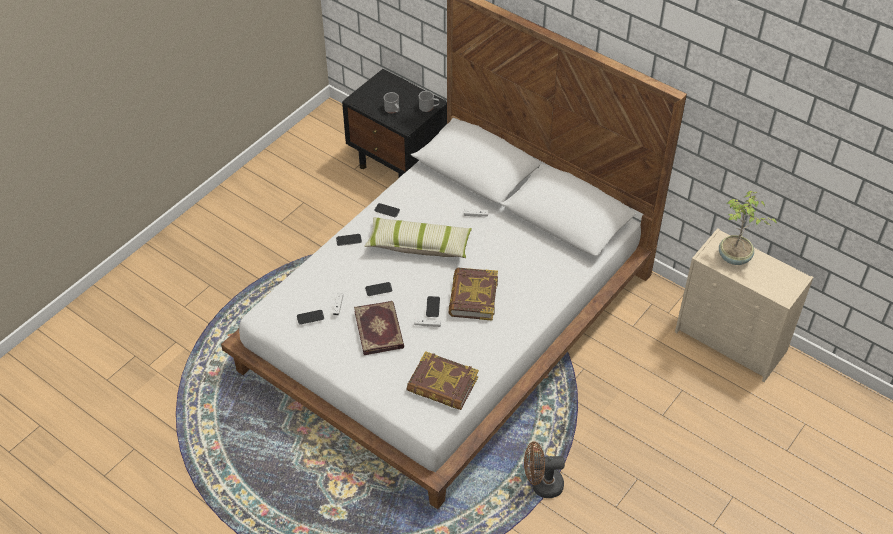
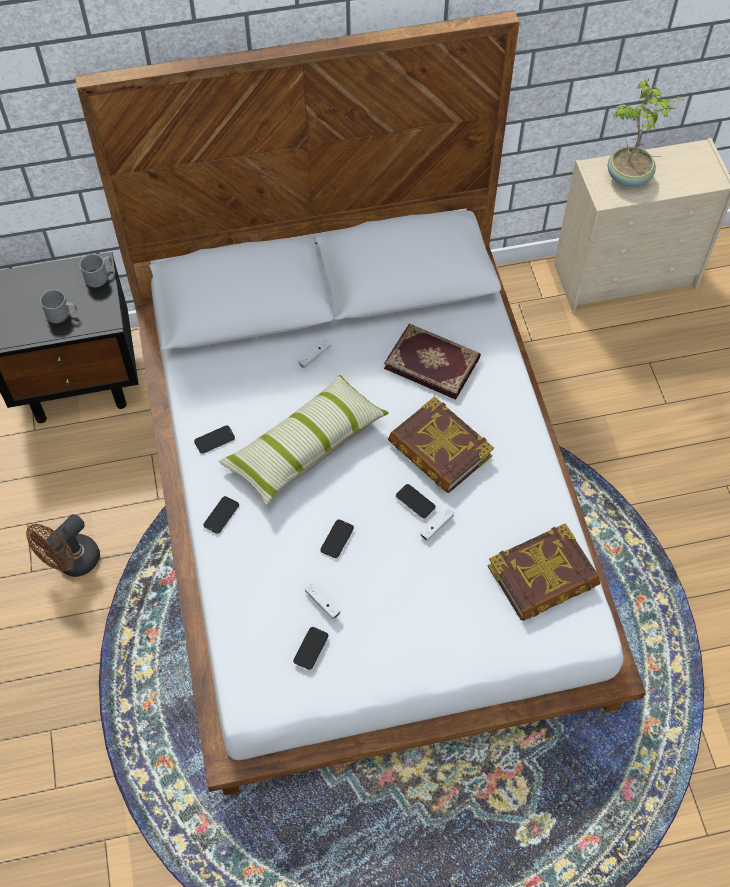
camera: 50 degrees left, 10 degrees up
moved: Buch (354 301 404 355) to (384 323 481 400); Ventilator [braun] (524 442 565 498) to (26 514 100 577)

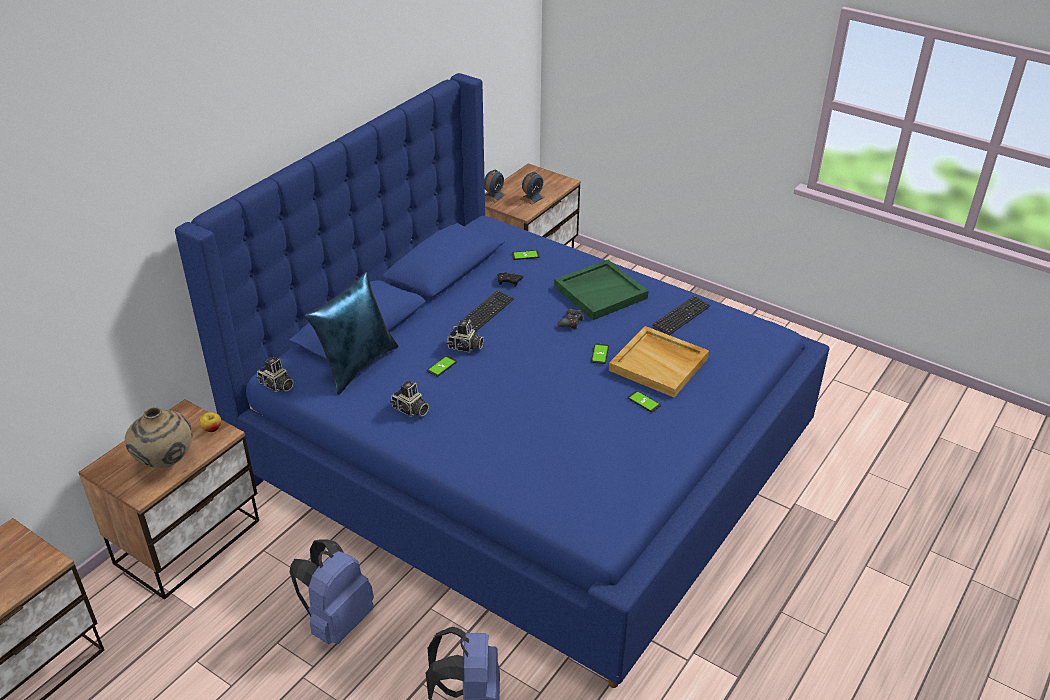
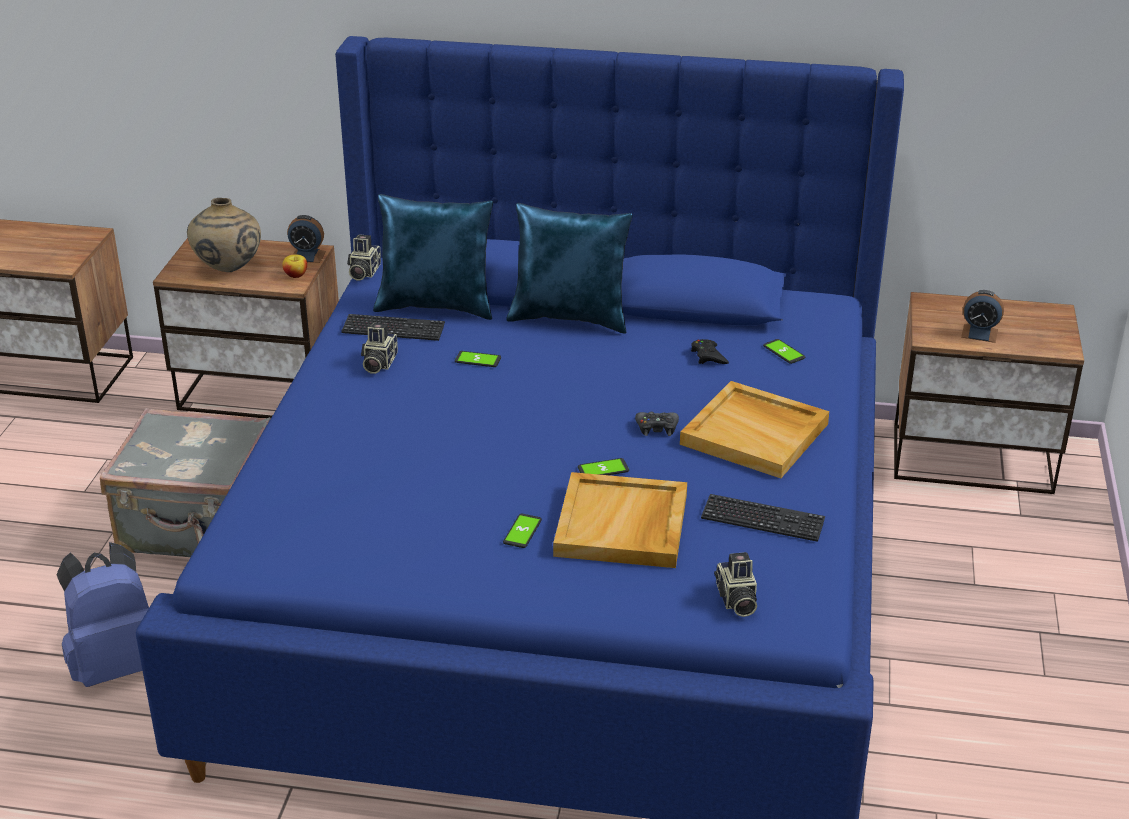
camera: 65 degrees right, 5 degrees down
added: Kissen [blau] (506 203 633 334)
moved: Kamera (447 320 484 353) to (714 552 757 617); Tastatur (458 290 514 332) to (341 314 445 341); Wecker (485 170 506 202) to (287 215 326 263)
replaced: Rucksack [blau] (290 539 374 644) to Koffer [grau] (100 408 271 557)
recoloured: Tablett [grün] (554 260 648 320) to Tablett [beige] (680 381 829 478)

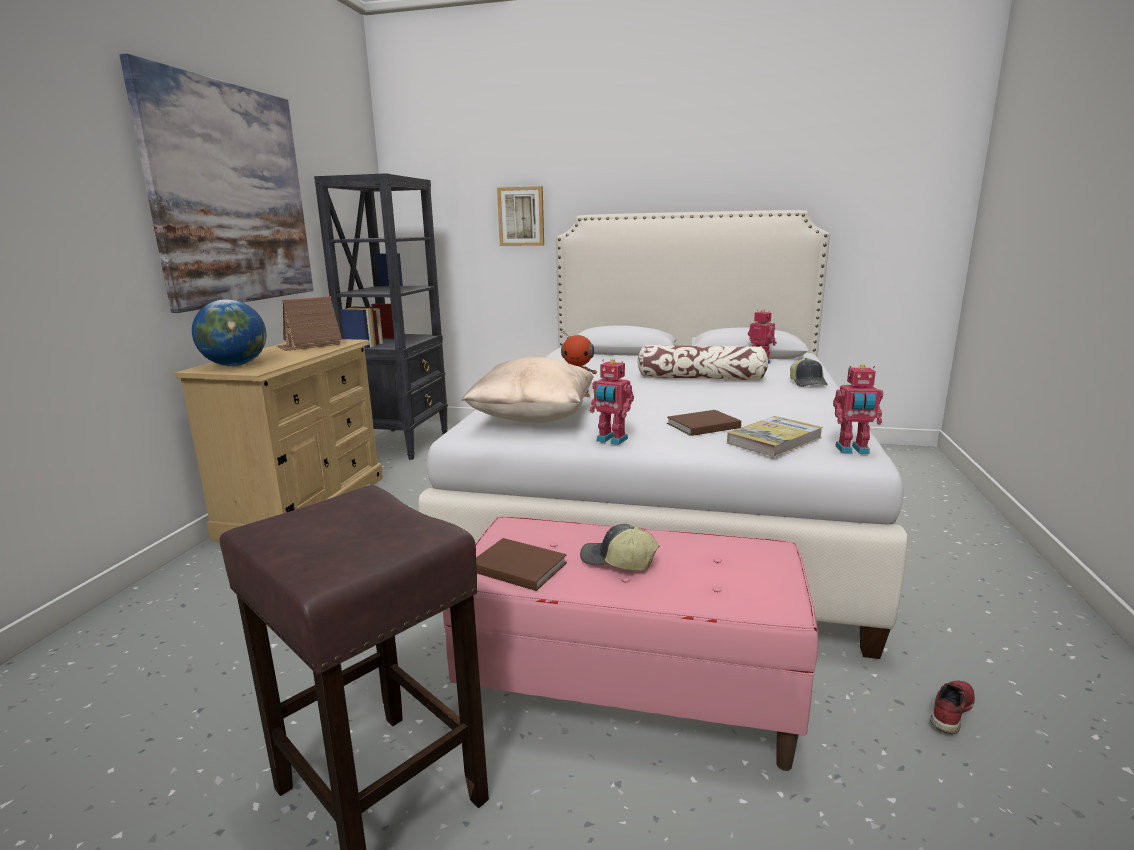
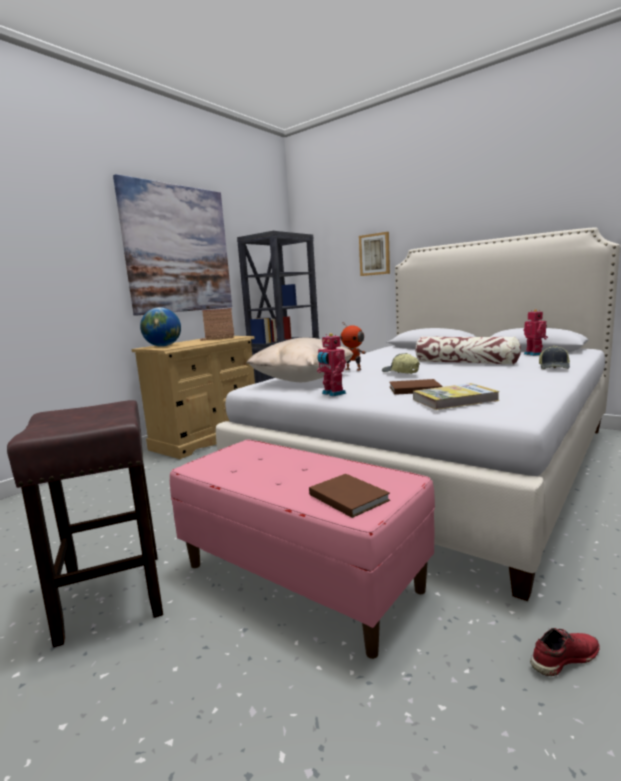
camera: 25 degrees right, 5 degrees down
removed: Spielzeugroboter (833 364 883 454)
moved: Buch [braun] (476 538 567 591) to (309 474 390 518); Kappe (580 524 659 571) to (382 353 420 374)

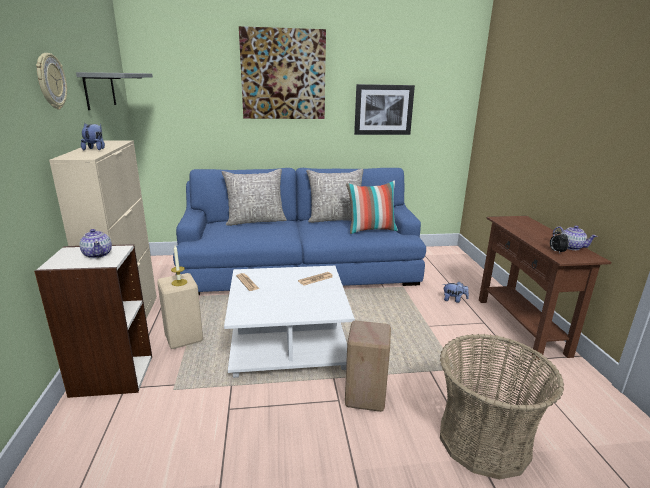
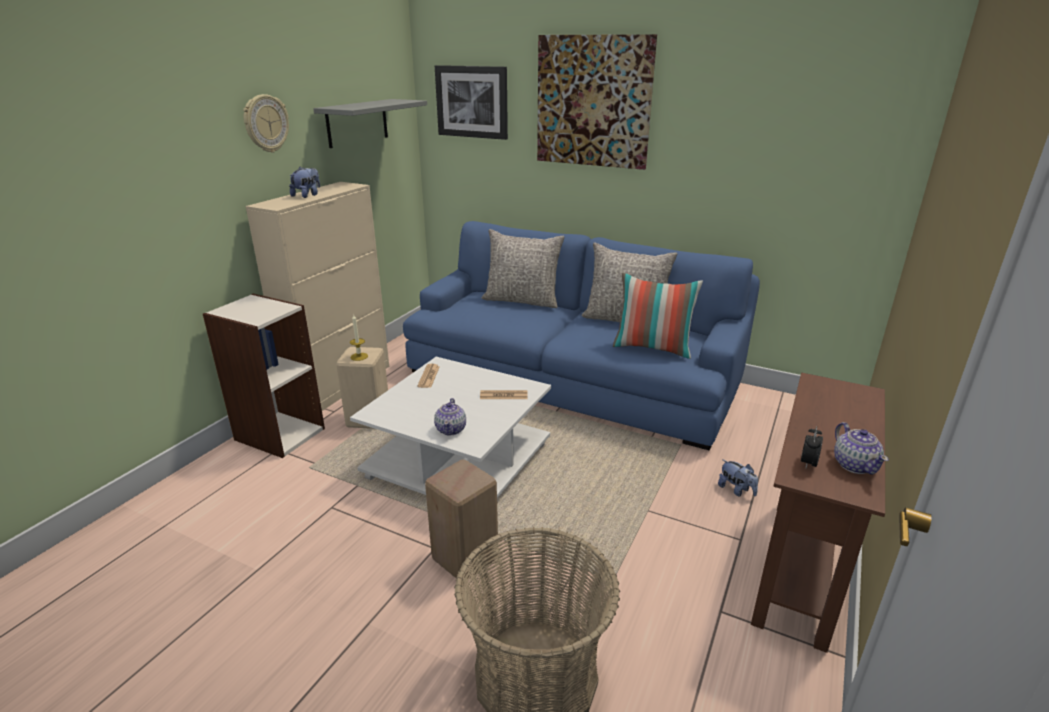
camera: 35 degrees right, 5 degrees up
moved: Teekanne (79 229 112 259) to (434 398 466 435); Bild (354 84 415 135) to (435 65 508 140)

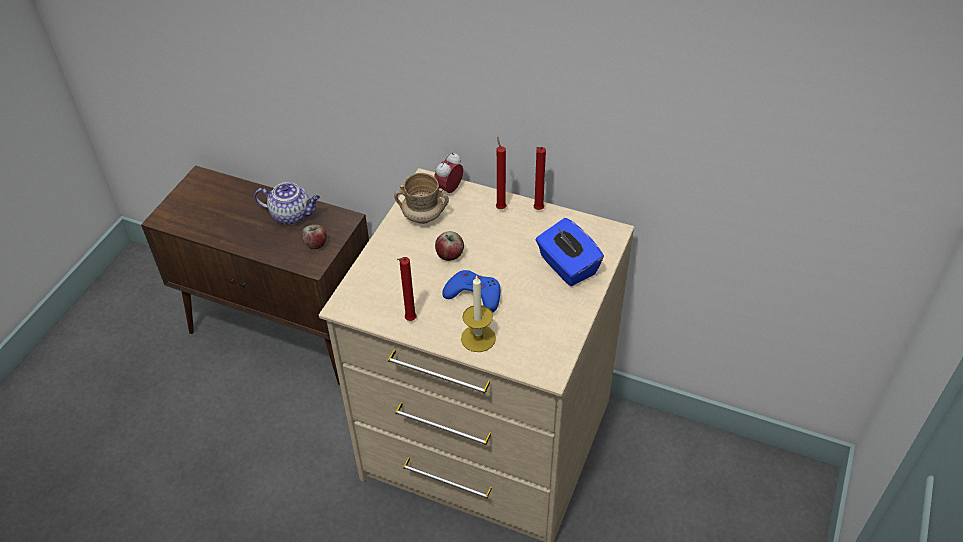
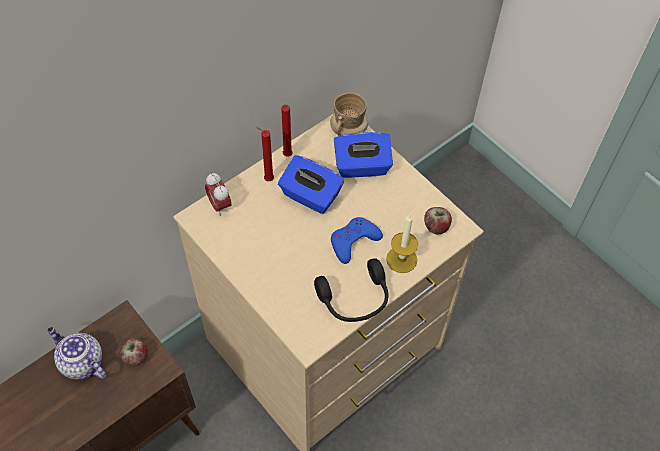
camera: 65 degrees left, 10 degrees up
added: Taschentuchbox [blau] (278 155 344 214)
moved: Henkelbecher [beige] (394 173 449 224) to (330 93 368 136); Apfel (435 231 464 261) to (424 207 452 235)
replaced: Kerze [rot] (397 257 417 321) to Kopfhörer [schwarz] (314 258 389 322)
turned: Teekanne (254 182 320 225) = (47 327 106 380) 90 degrees counterclockwise

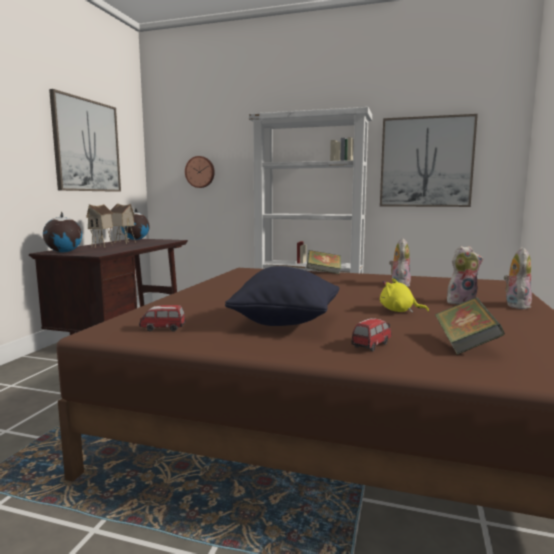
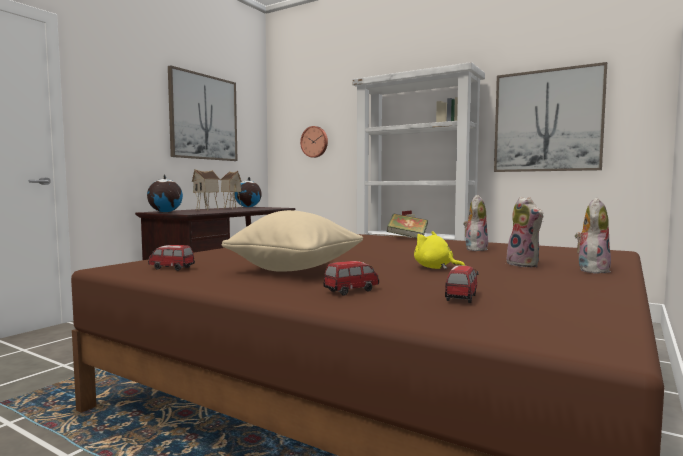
camera: 15 degrees right, 5 degrees down
replaced: Buch (435 298 505 355) to Spielzeugauto (445 265 479 303)
recoloured: Kissen [schwarz] (225 266 340 326) to Kissen [beige] (222 210 363 272)
turned: Plüschtier (447 246 483 305) = (506 197 544 268) 60 degrees clockwise

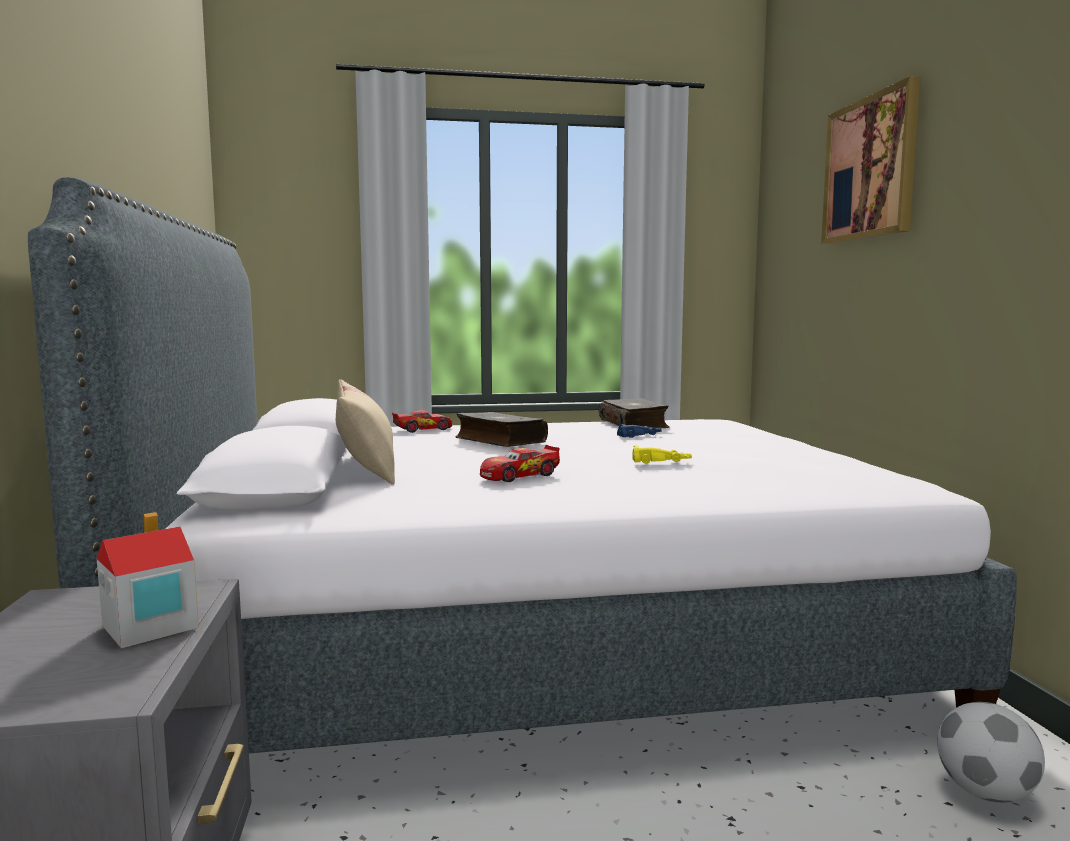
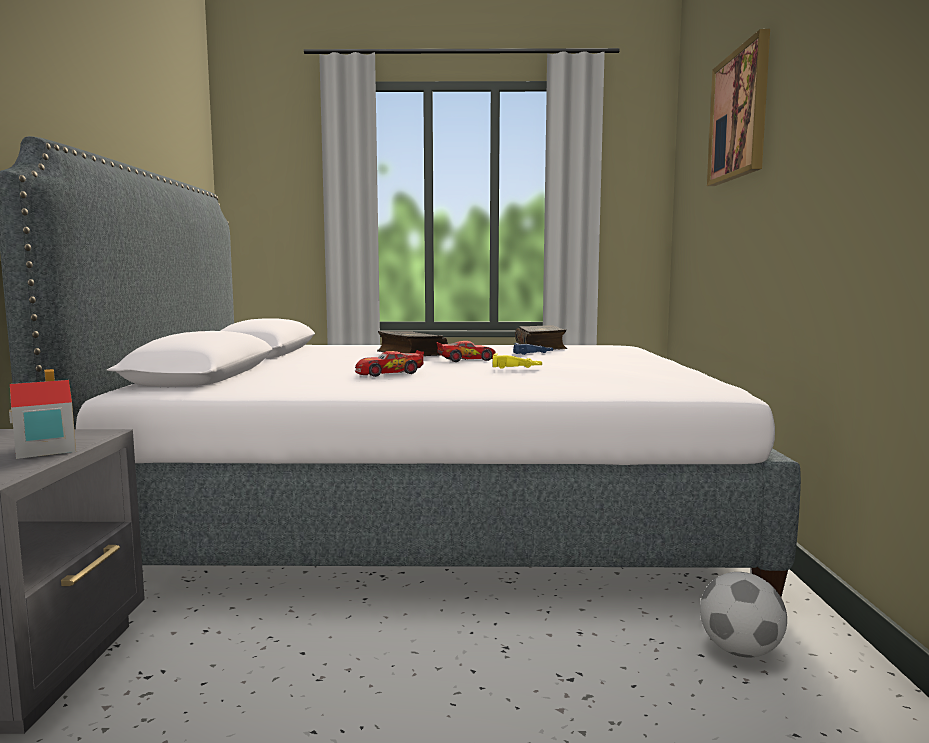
camera: 10 degrees right, 0 degrees up
removed: Kissen [beige] (336 379 395 485)
moved: Spielzeugauto (392 410 452 433) to (436 341 496 362)

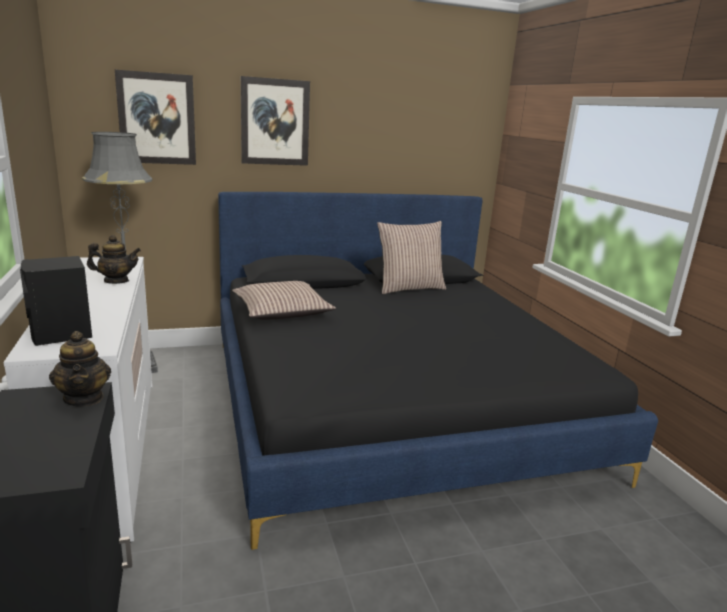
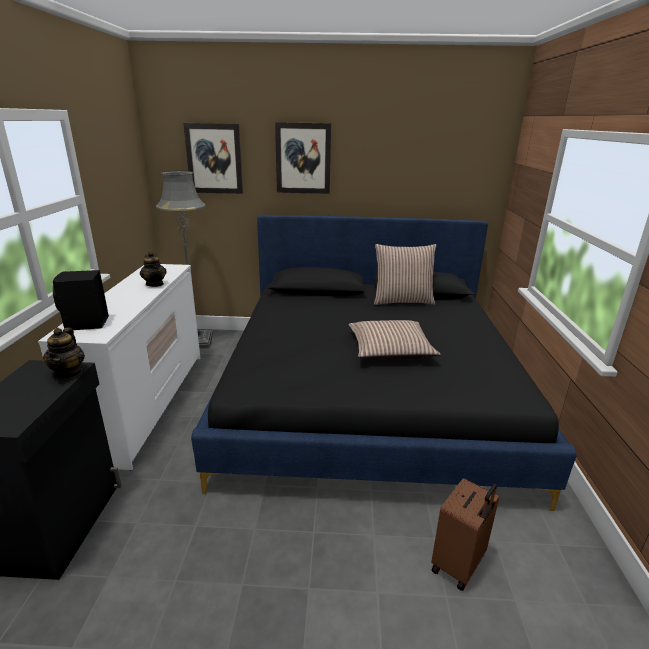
camera: 20 degrees right, 5 degrees up
added: Koffer [braun] (431 478 500 591)
moved: Kissen (232 281 336 320) to (348 320 441 359)
turned: Teekanne (87 235 141 284) = (140 251 166 287) 45 degrees clockwise

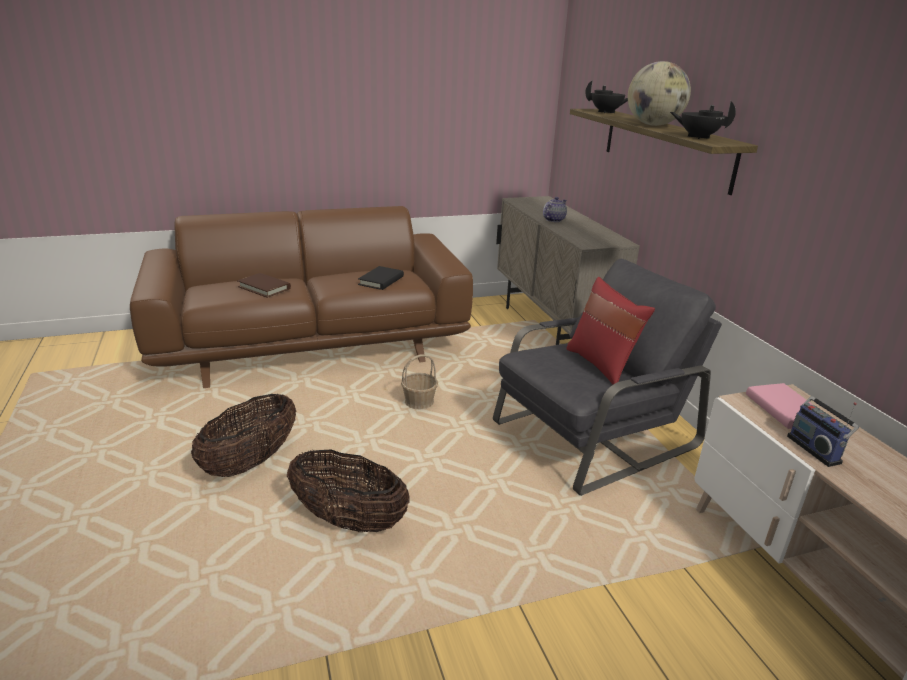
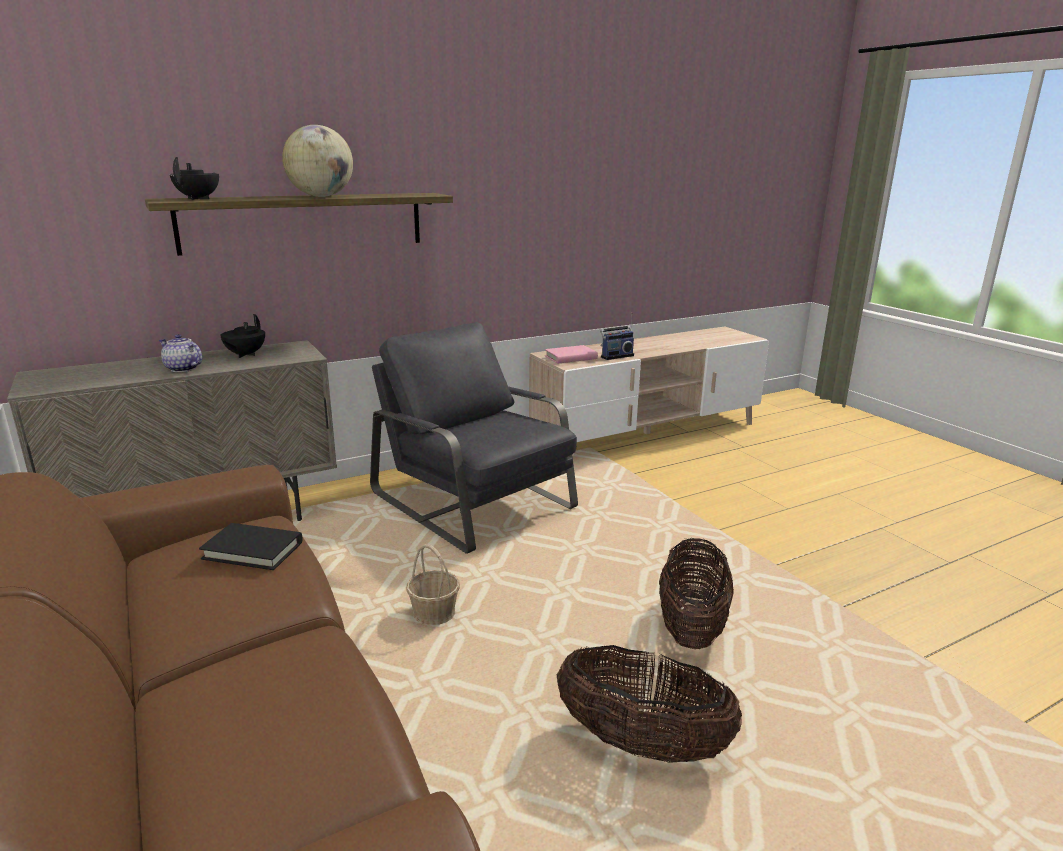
camera: 100 degrees left, 5 degrees down
removed: Buch [braun] (237 273 291 298); Kissen [rot] (566 277 655 385)
moved: Teekanne [schwarz] (670 101 736 139) to (220 314 265 358)

